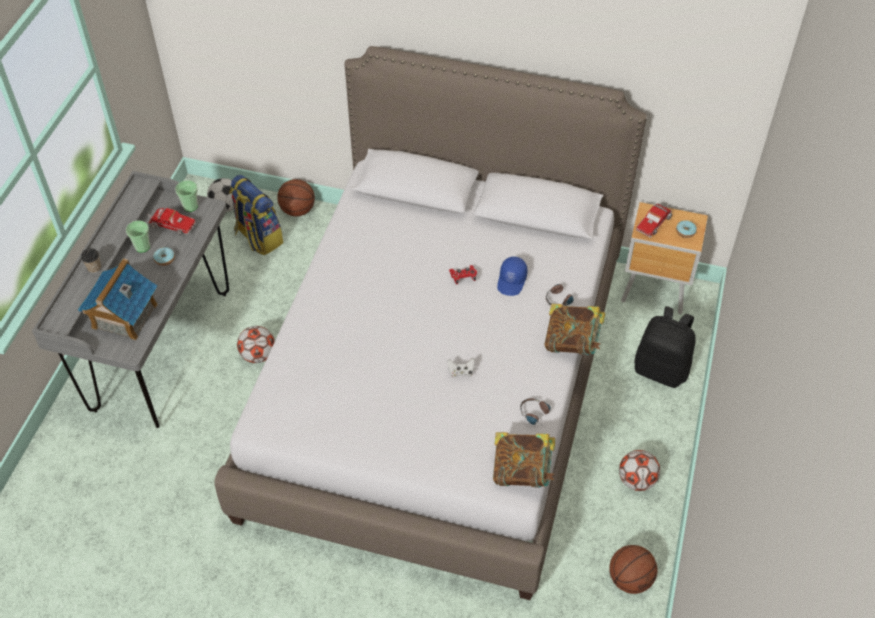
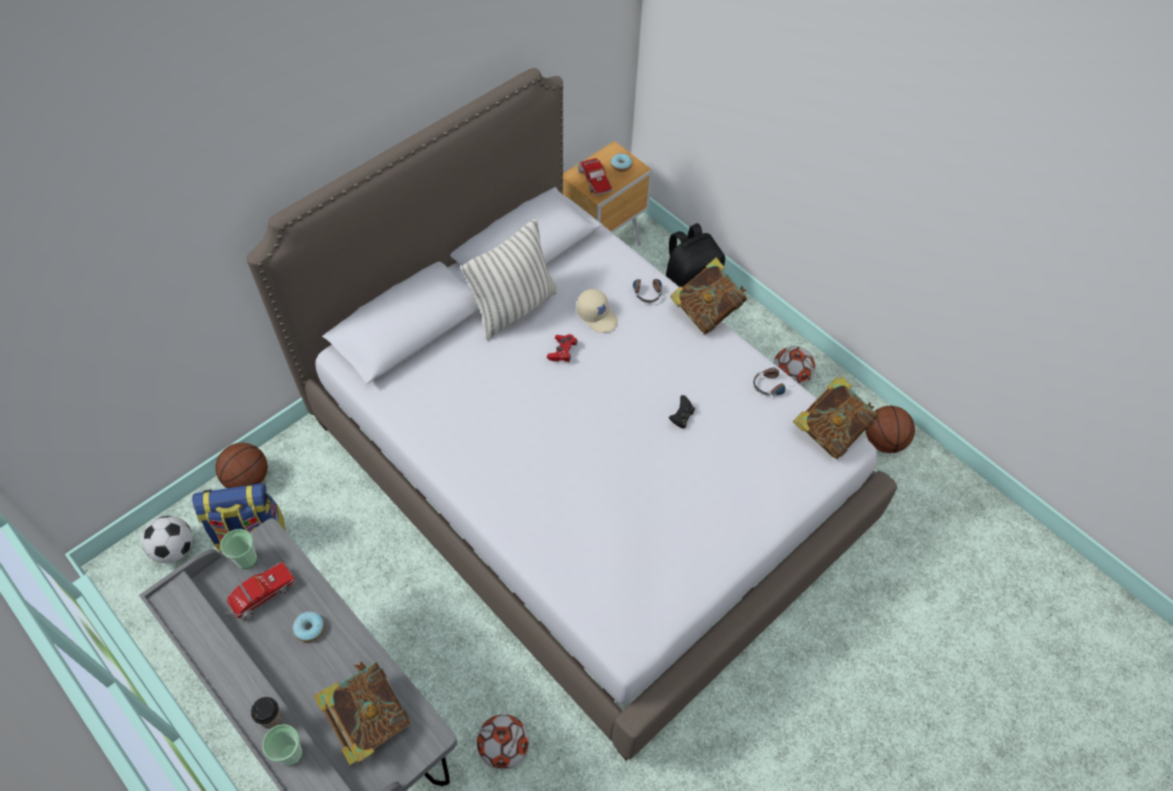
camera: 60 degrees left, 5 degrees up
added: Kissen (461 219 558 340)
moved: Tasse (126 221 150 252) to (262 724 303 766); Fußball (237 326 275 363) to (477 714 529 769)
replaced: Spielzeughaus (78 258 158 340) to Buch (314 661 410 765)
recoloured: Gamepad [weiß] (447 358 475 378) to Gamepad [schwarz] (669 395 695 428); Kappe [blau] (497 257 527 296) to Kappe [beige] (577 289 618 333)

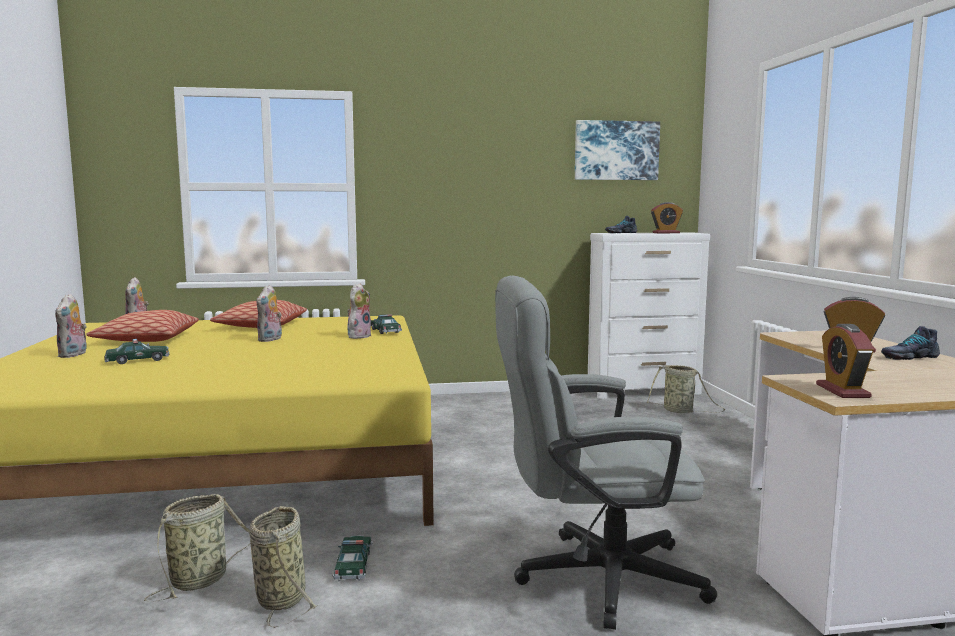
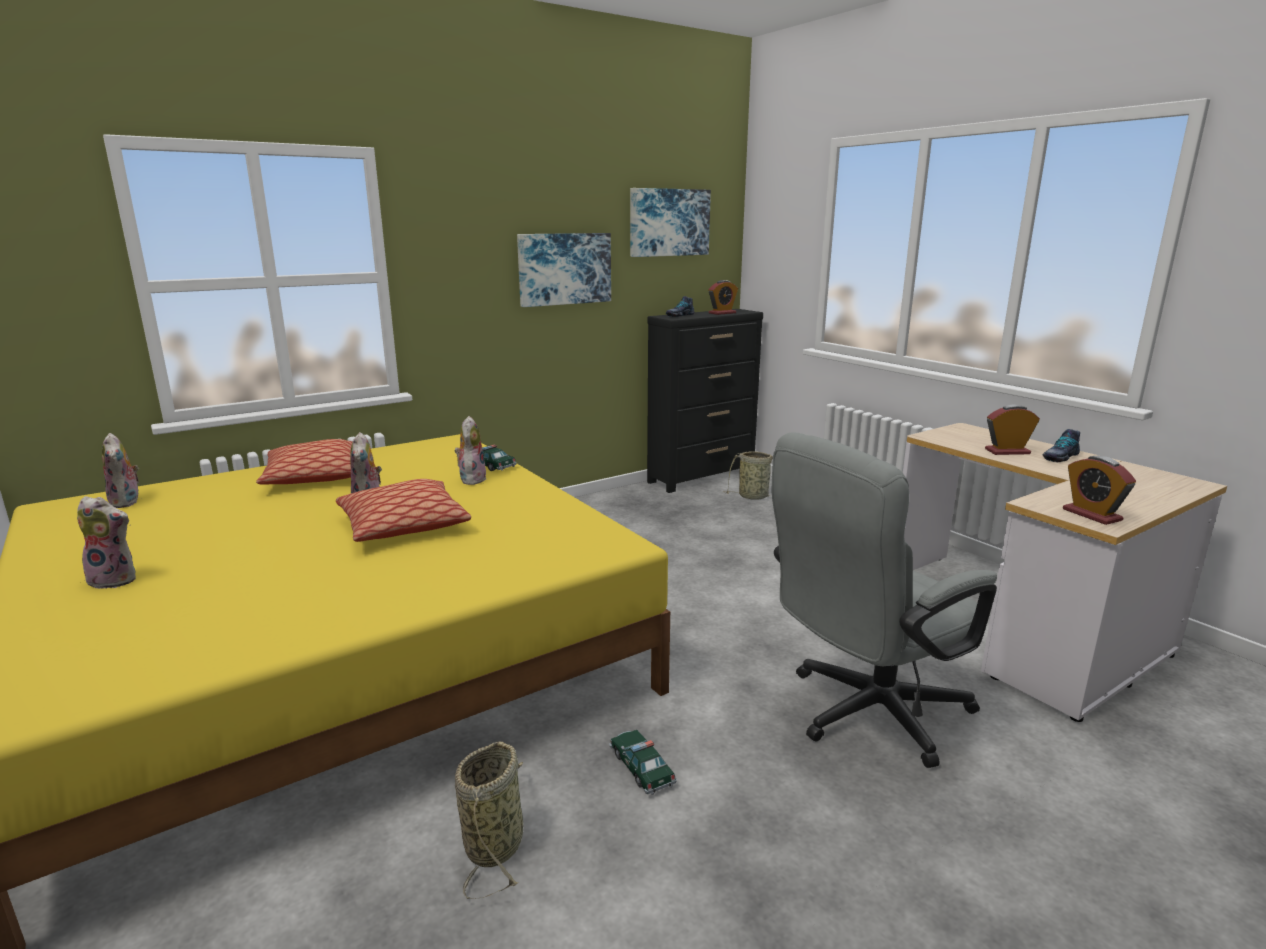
camera: 25 degrees left, 10 degrees up
removed: Spielzeugauto (104 339 169 364); Korb (250 506 318 628)
added: Bild (517 233 611 307)
moved: Kissen (87 310 199 342) to (336 479 471 542)
recoloured: Kommode [weiß] (588 232 710 399) to Kommode [schwarz] (647 309 763 493)
turned: Plüschtier (55 294 87 358) = (77 496 136 589) 60 degrees counterclockwise

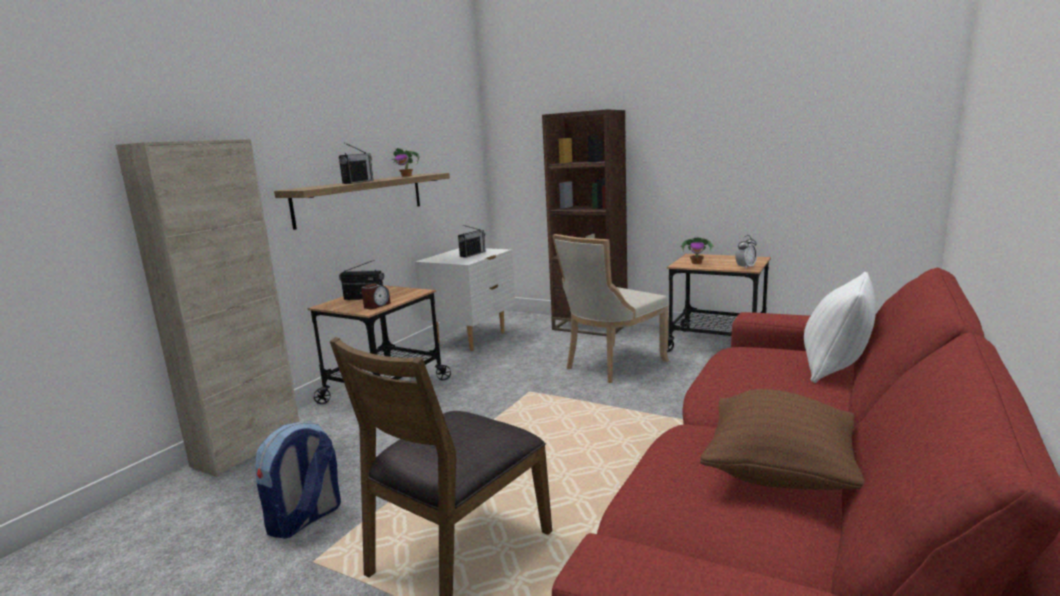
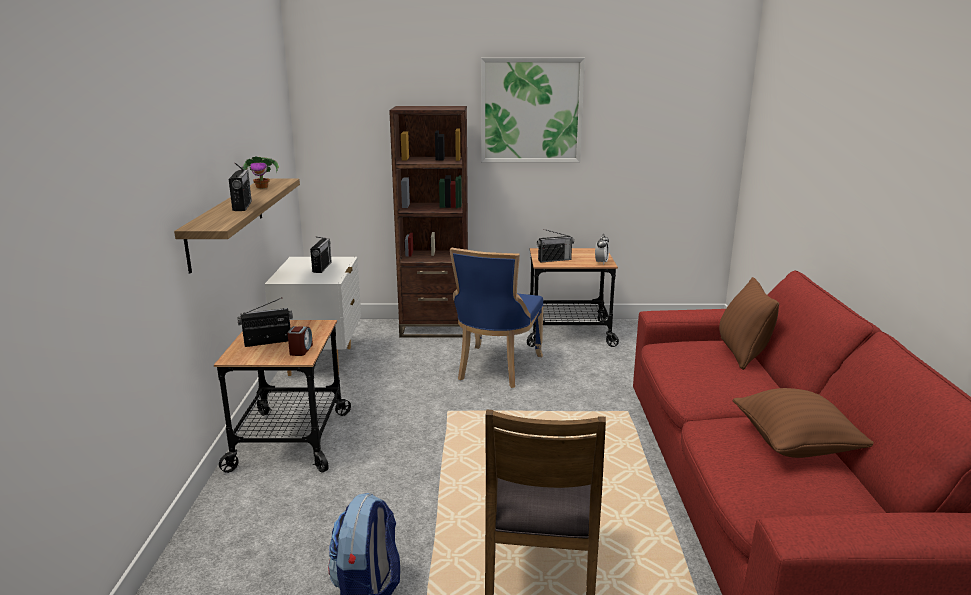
camera: 30 degrees left, 5 degrees up
removed: Schrank [beige] (115 139 299 477)
added: Bild (481 58 585 162)
replaced: Topfpflanze (680 237 713 264) to Radio (537 229 574 262)
recoloured: Stuhl [beige] (552 234 669 383) to Stuhl [blau] (450 248 544 388); Kissen [weiß] (804 272 876 383) to Kissen [braun] (719 277 779 370)

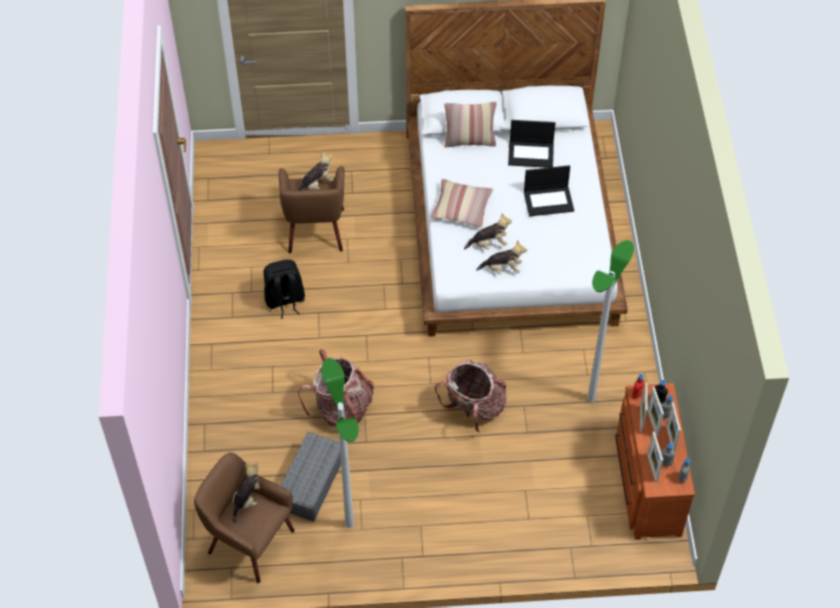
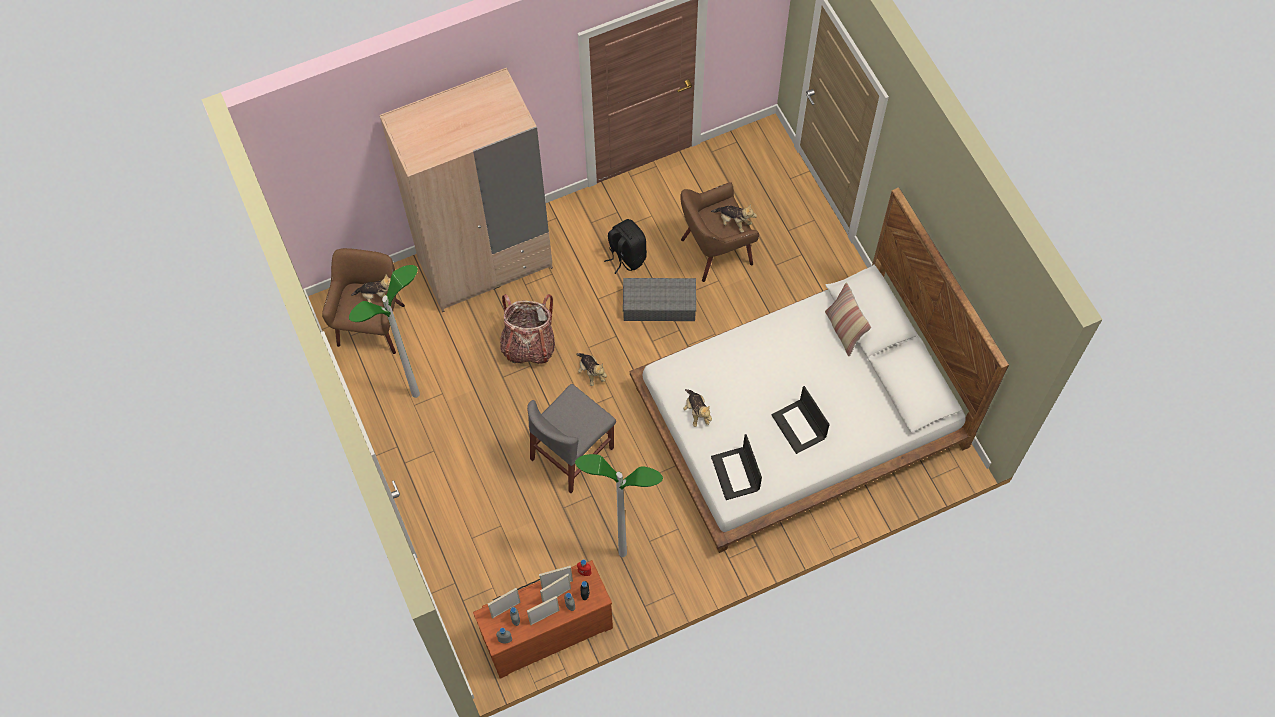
camera: 70 degrees right, 10 degrees up
removed: Kissen (430 179 494 228)
added: Kleiderschrank [beige] (380 68 553 312)
moved: Aufbewahrungsbox [grau] (281 432 341 522) to (623 278 696 321); Plüschtier (464 213 512 250) to (576 353 607 386); Laptop (508 120 555 168) to (711 434 762 500)
replaced: Rucksack (435 360 506 433) to Stuhl [grau] (527 384 616 493)

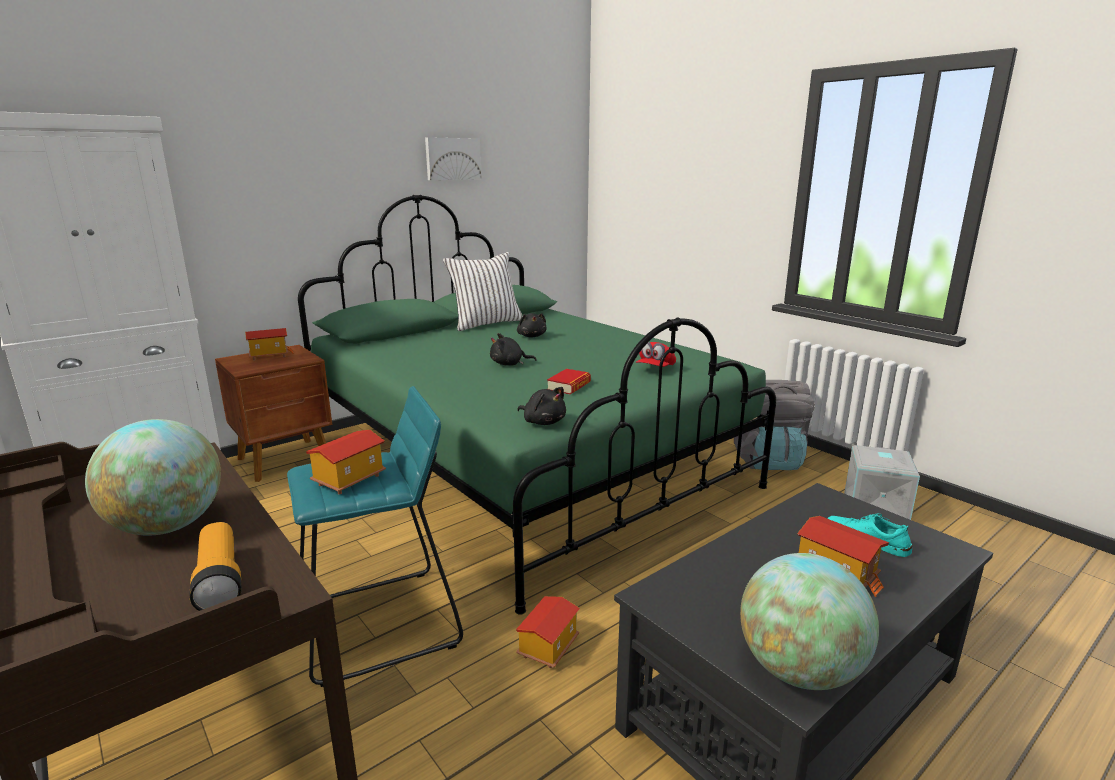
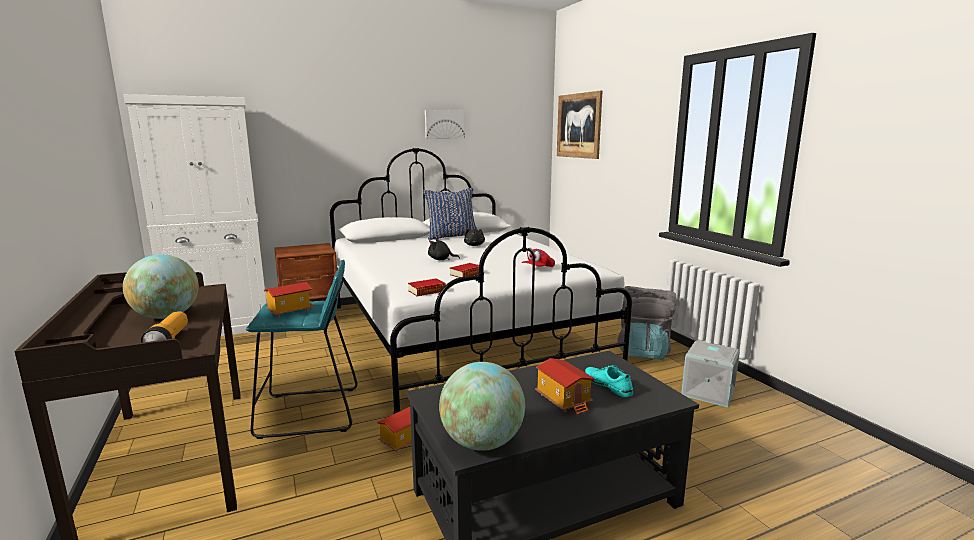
camera: 15 degrees right, 5 degrees down
removed: Spielzeughaus (245 328 294 361)
added: Bild (557 91 602 159)
replaced: Plüschtier [schwarz] (517 387 566 425) to Buch (408 279 446 296)
recoloured: Bett [grün] (298 195 776 615) to Bett [weiß] (330 148 632 414); Kissen [weiß] (443 252 522 331) to Kissen [blau] (423 188 477 240)

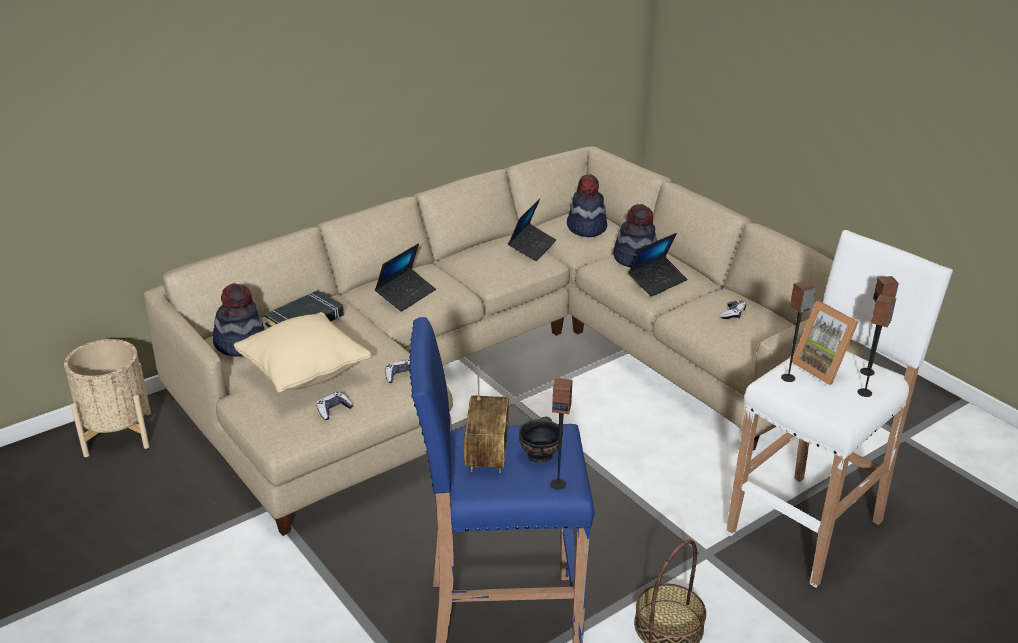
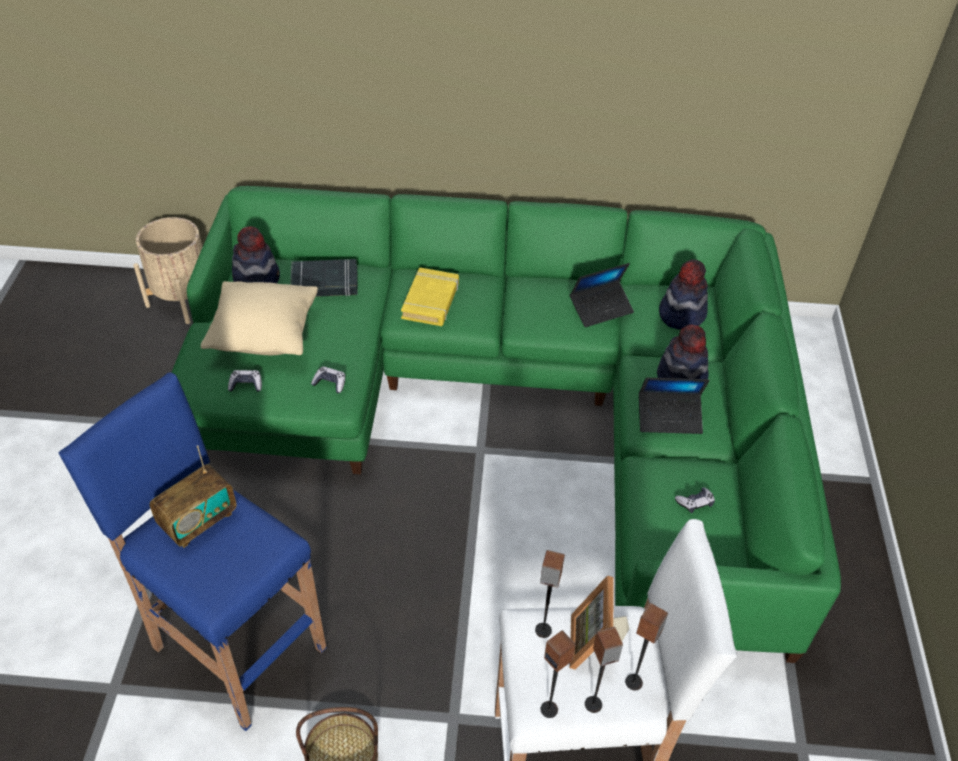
camera: 40 degrees right, 15 degrees up
removed: Schüssel [schwarz] (519 417 563 463)
moved: Lautsprecher (550 378 572 490) to (540 630 576 718)
replaced: Laptop (375 243 436 312) to Buch [gelb] (401 267 459 326)
recoloured: Sofa [beige] (144 147 864 536) to Sofa [grün] (171 186 841 663)

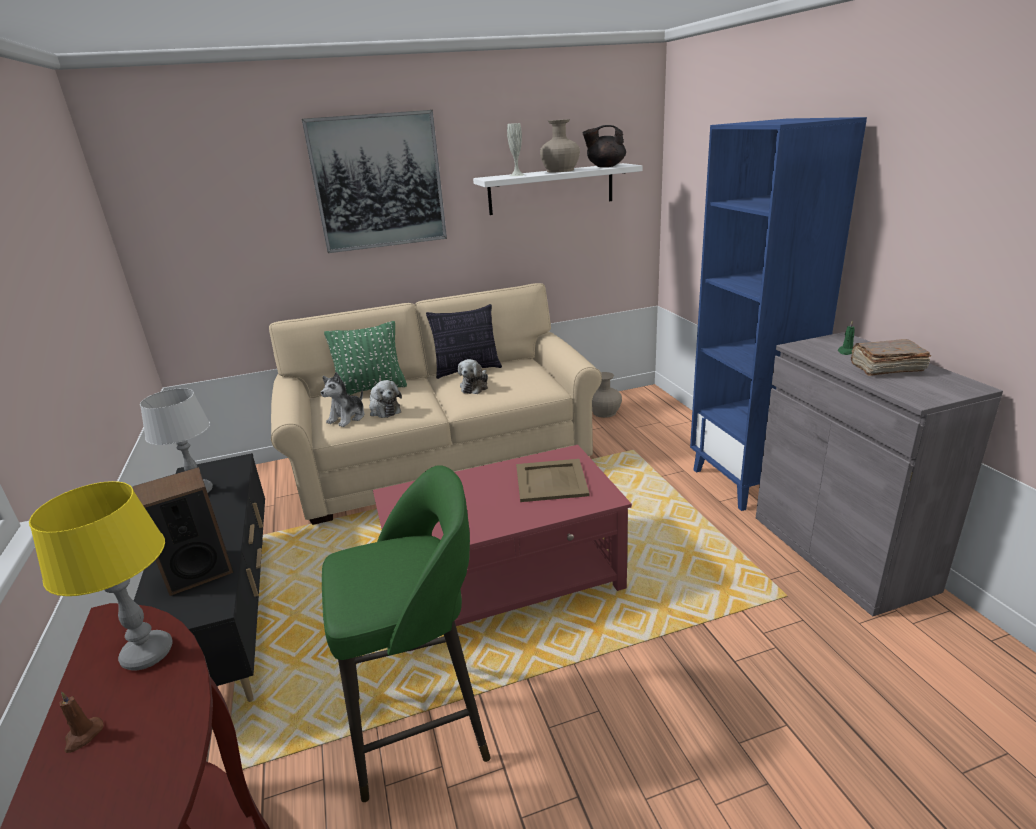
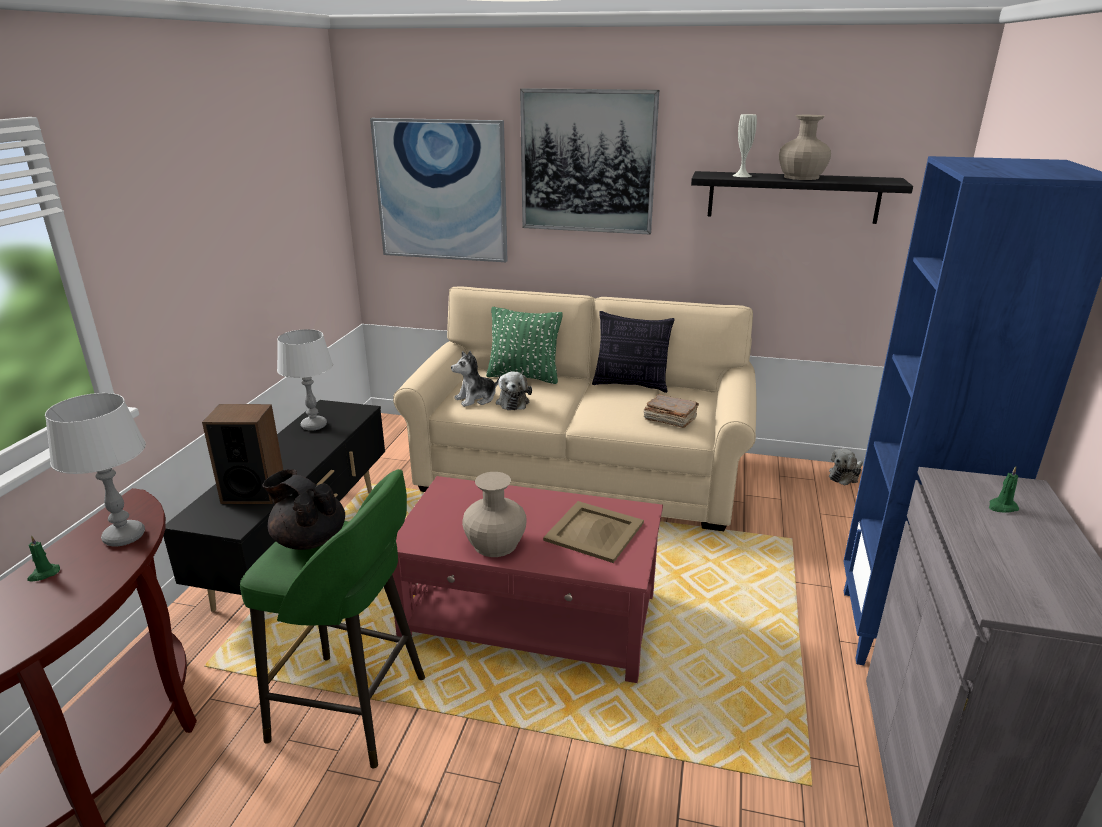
camera: 30 degrees right, 0 degrees up
added: Bild (370 118 508 262)
moved: Plüschtier (458 359 488 394) to (829 448 863 486); Teekanne [schwarz] (582 125 626 167) to (262 469 345 550); Vase [beige] (592 372 622 418) to (462 472 527 557); Buch [braun] (851 339 931 376) to (644 394 699 428)
recoloured: Tischlampe [gelb] (29 481 173 671) to Tischlampe [grau] (45 393 146 547); Kerze [braun] (59 692 104 753) to Kerze [grün] (27 536 60 581); Wandregal [weiß] (473 163 643 215) to Wandregal [schwarz] (691 171 913 224)

